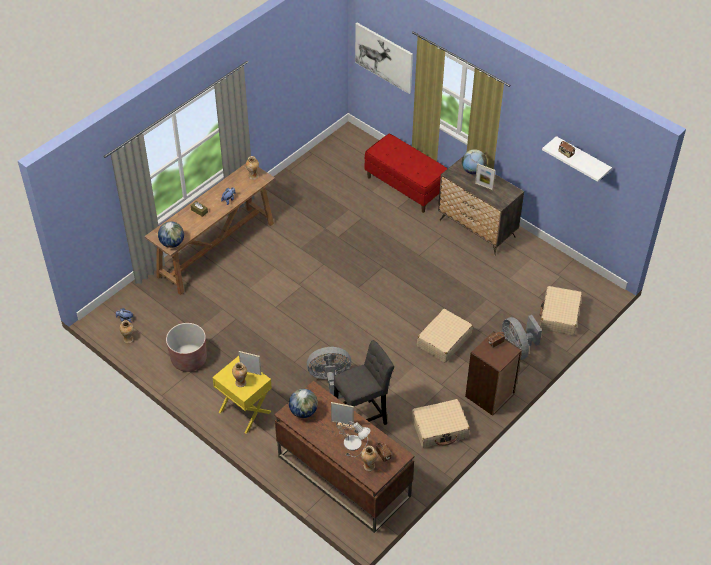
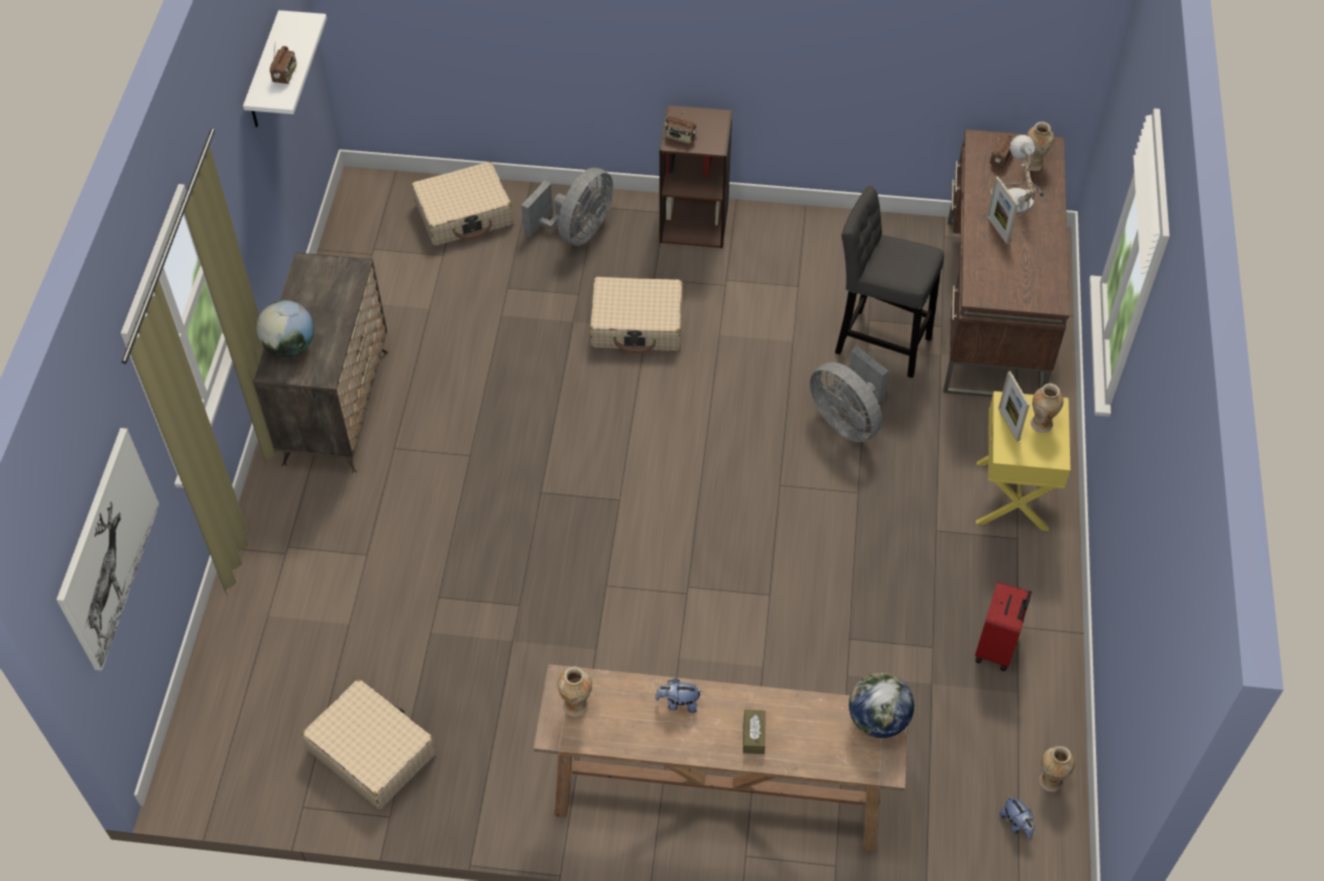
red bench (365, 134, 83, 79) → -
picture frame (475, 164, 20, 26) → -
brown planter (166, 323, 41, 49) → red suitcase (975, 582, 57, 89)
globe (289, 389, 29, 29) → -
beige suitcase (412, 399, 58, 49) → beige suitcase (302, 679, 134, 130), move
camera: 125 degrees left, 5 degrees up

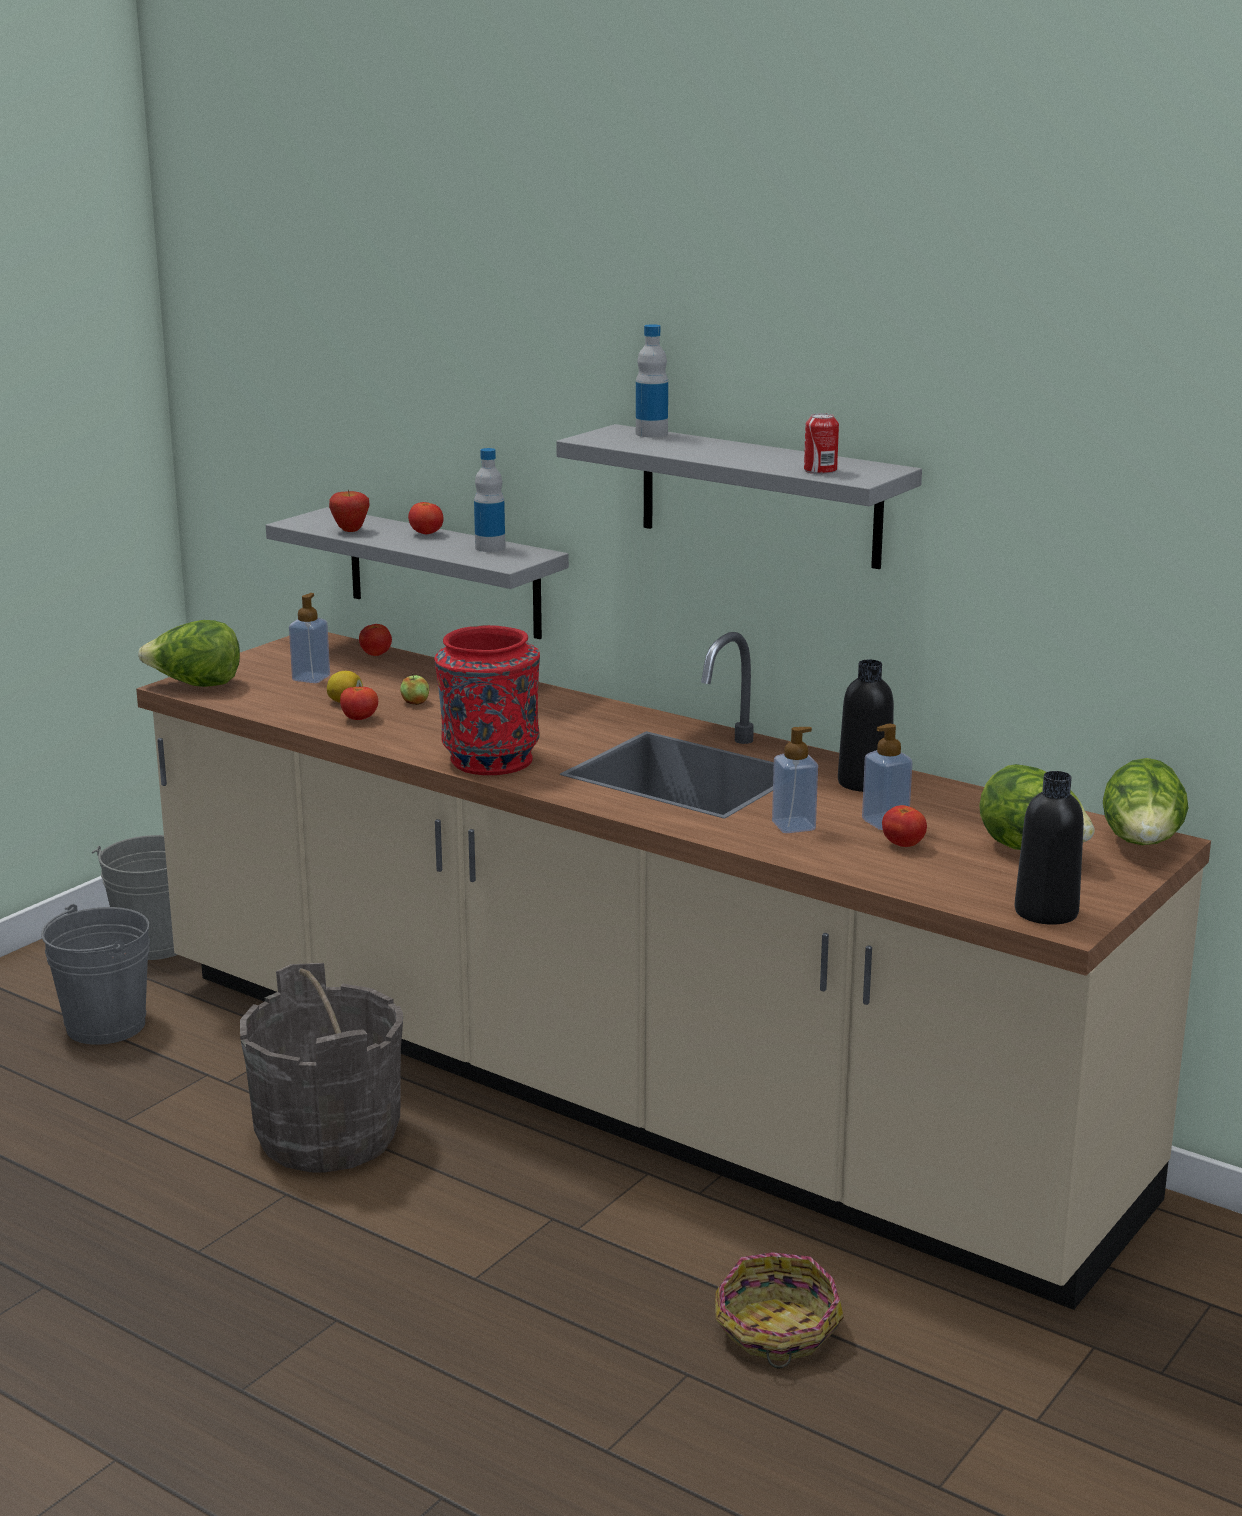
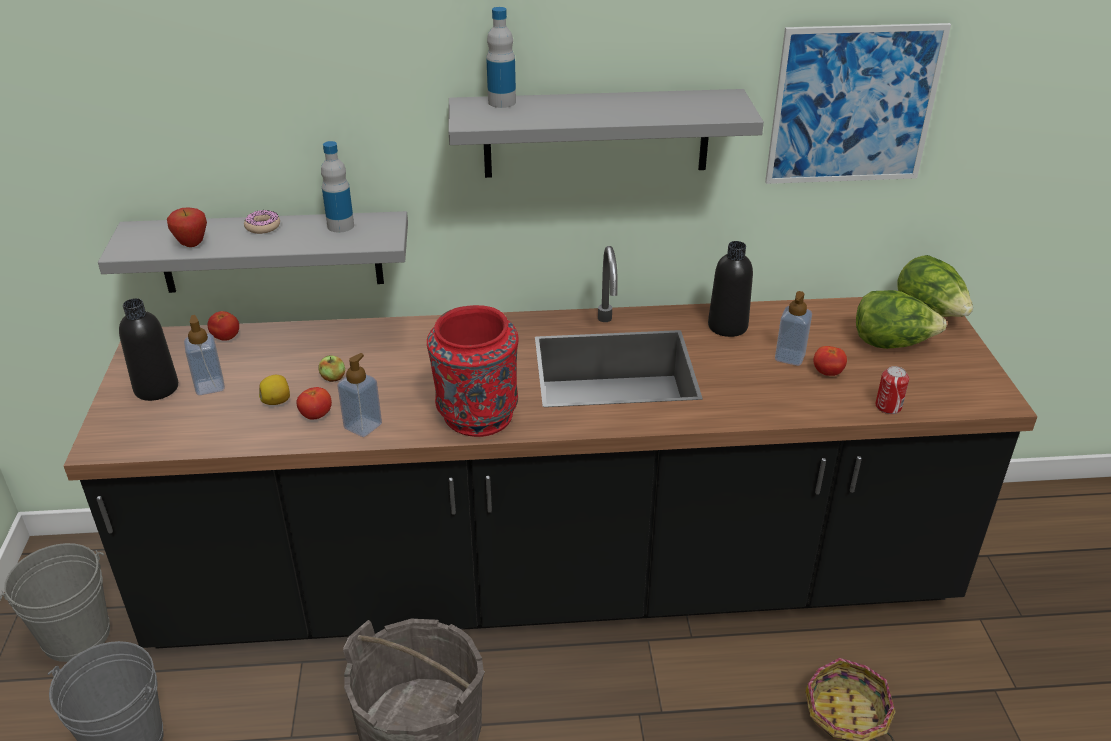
can (804, 413, 35, 61) → can (875, 366, 34, 48), move
tomato (408, 502, 36, 32) → donut (244, 210, 36, 24)
lettuce (138, 620, 102, 67) → -
beige counter (136, 632, 1075, 678) → black counter (64, 246, 974, 403)
soap dispenser (772, 727, 46, 106) → soap dispenser (337, 353, 45, 84), move
black bottle (1015, 771, 69, 154) → black bottle (119, 298, 59, 103), move
- → picture (765, 23, 186, 161)
camera: 40 degrees left, 15 degrees up

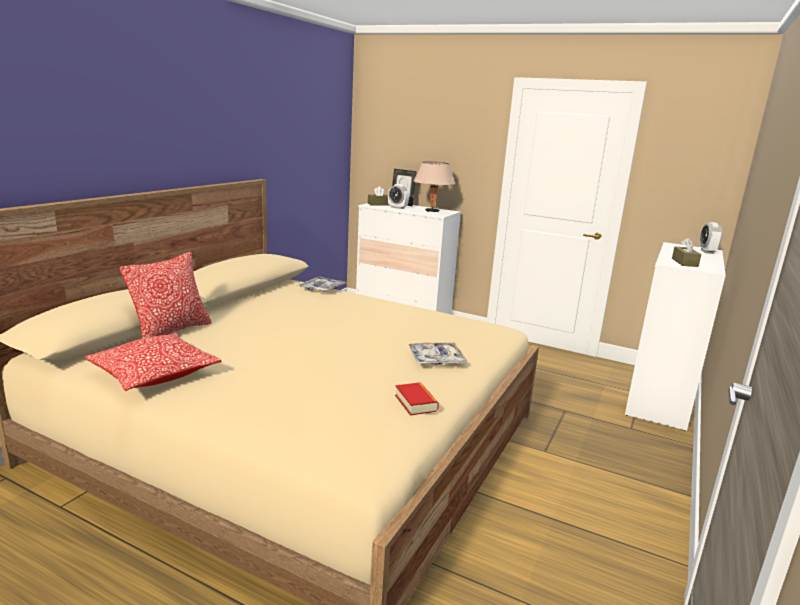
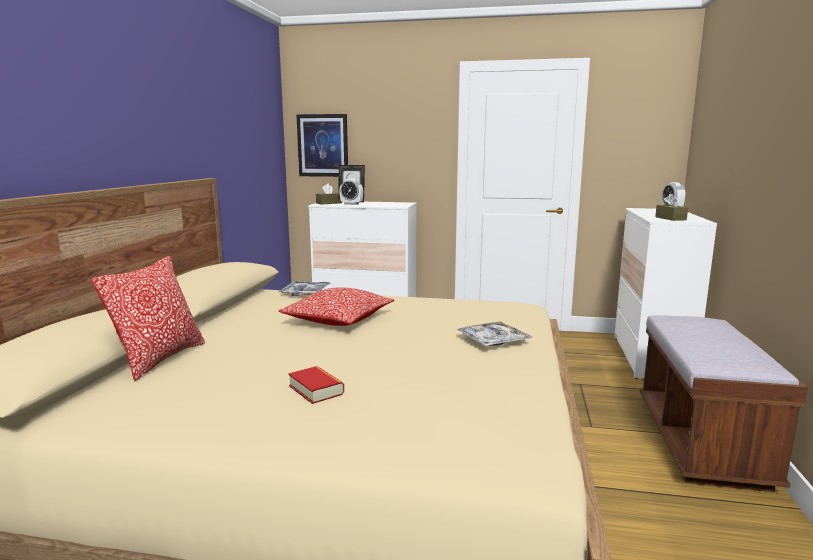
beige table lamp (414, 162, 41, 50) → -
pillow (85, 333, 136, 58) → pillow (278, 288, 116, 38), move
book (395, 382, 44, 34) → book (288, 366, 56, 38), move
- → picture (296, 114, 52, 63)
- → brown bench (640, 315, 168, 177)
camera: 15 degrees left, 5 degrees down

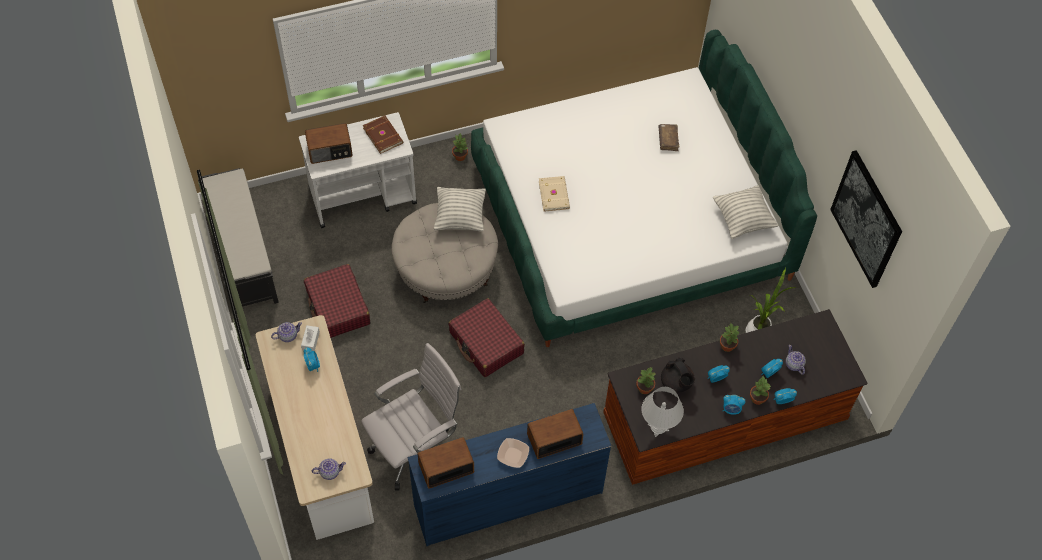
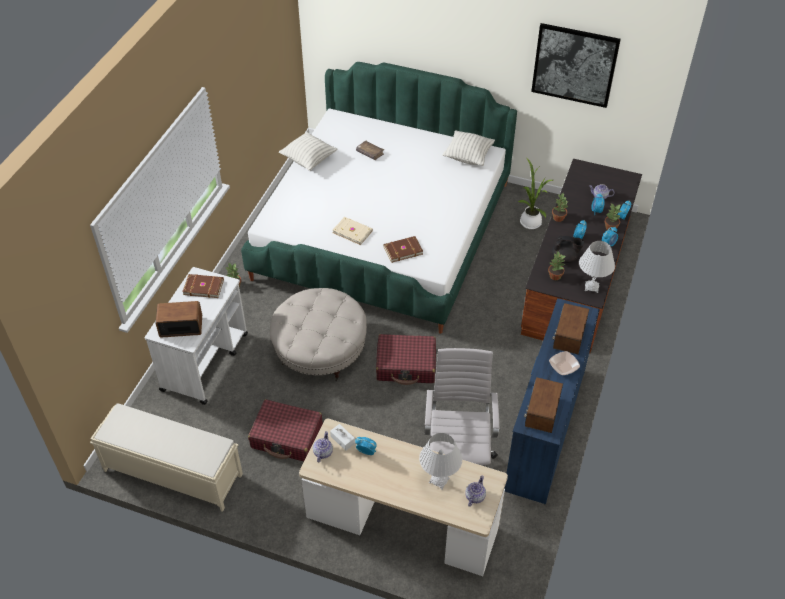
radio (305, 123, 48, 41) → radio (156, 301, 46, 37), 120 degrees counterclockwise
black bench (198, 168, 81, 145) → beige bench (90, 404, 153, 108)
pillow (434, 187, 52, 44) → pillow (279, 132, 58, 39), move
- → brown book (383, 236, 40, 27)
- → white table lamp (419, 433, 43, 57)
camera: 50 degrees left, 10 degrees down

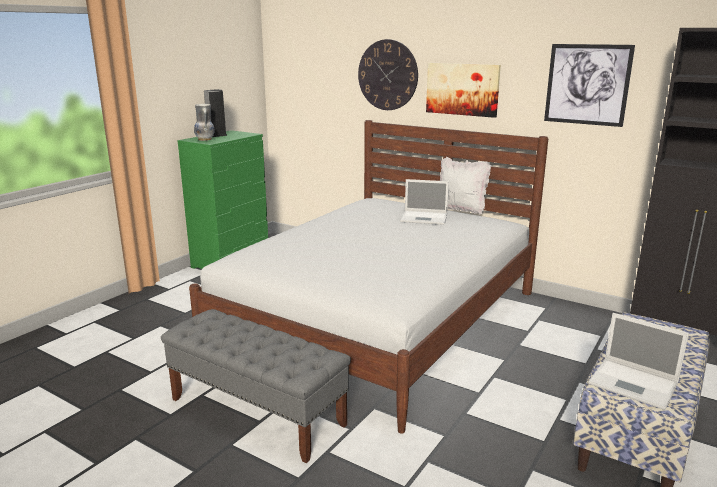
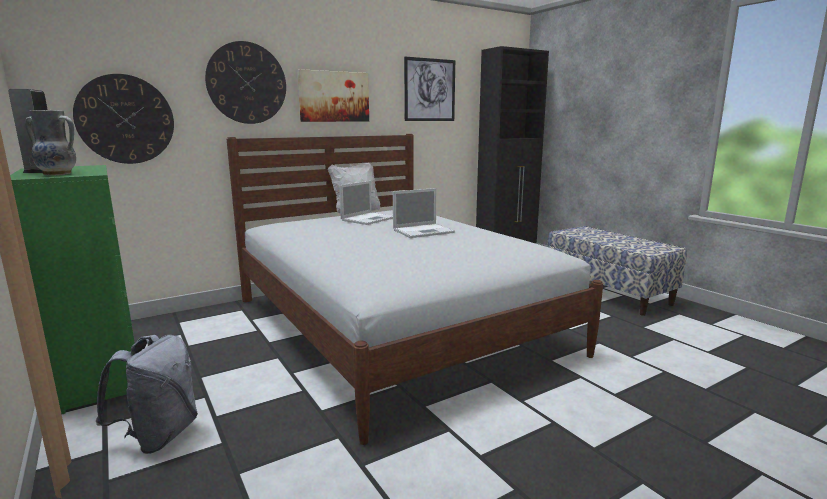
grey bench (161, 309, 190, 155) → -
laptop (588, 313, 101, 97) → laptop (393, 188, 62, 50), move
- → wall clock (73, 74, 101, 90)
- → grey backpack (96, 335, 102, 119)
camera: 65 degrees left, 5 degrees down

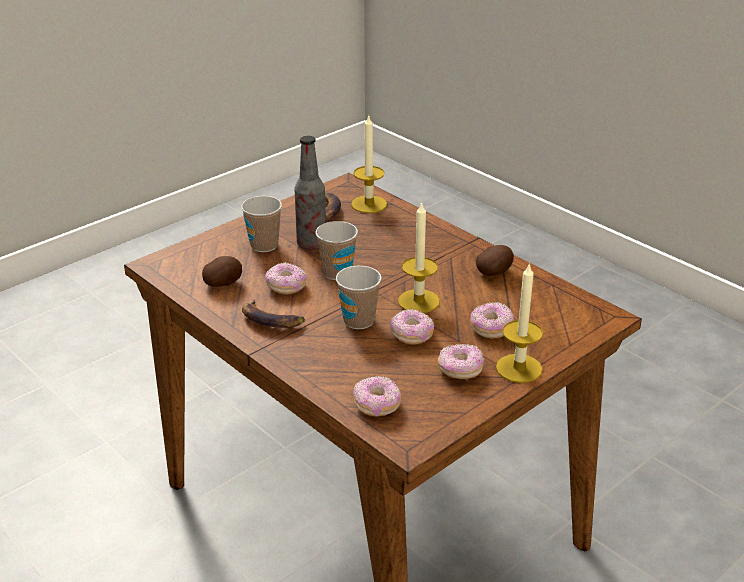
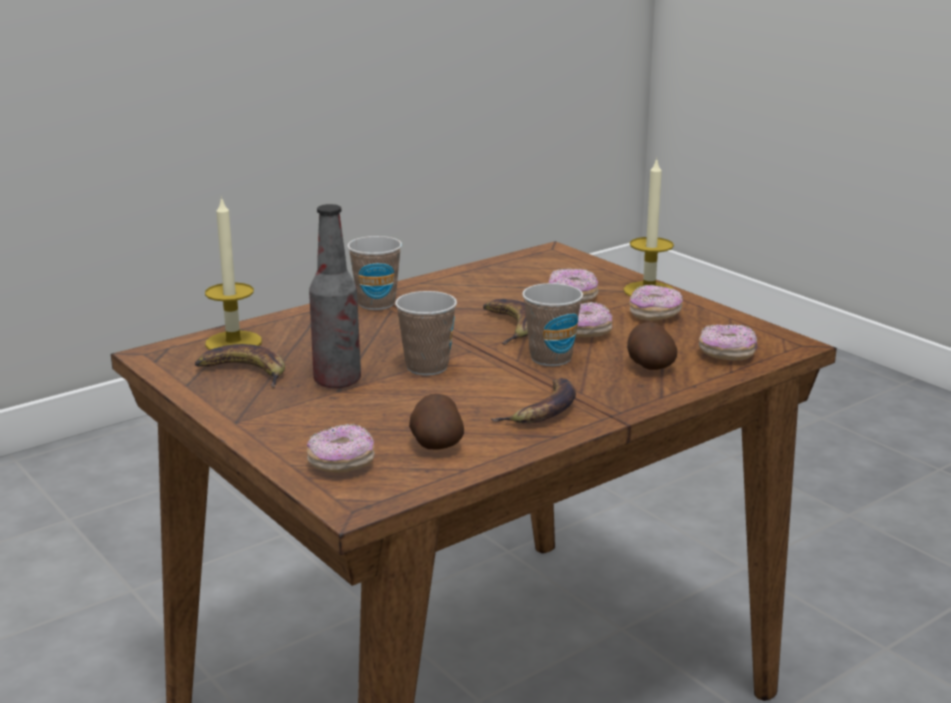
cup (241, 196, 41, 56) → cup (347, 236, 55, 74), move
candle (398, 201, 42, 112) → banana (483, 299, 45, 45)
potato (476, 245, 38, 31) → potato (627, 322, 51, 48), move
donut (265, 262, 42, 33) → donut (307, 423, 68, 50), move
camera: 85 degrees left, 10 degrees down

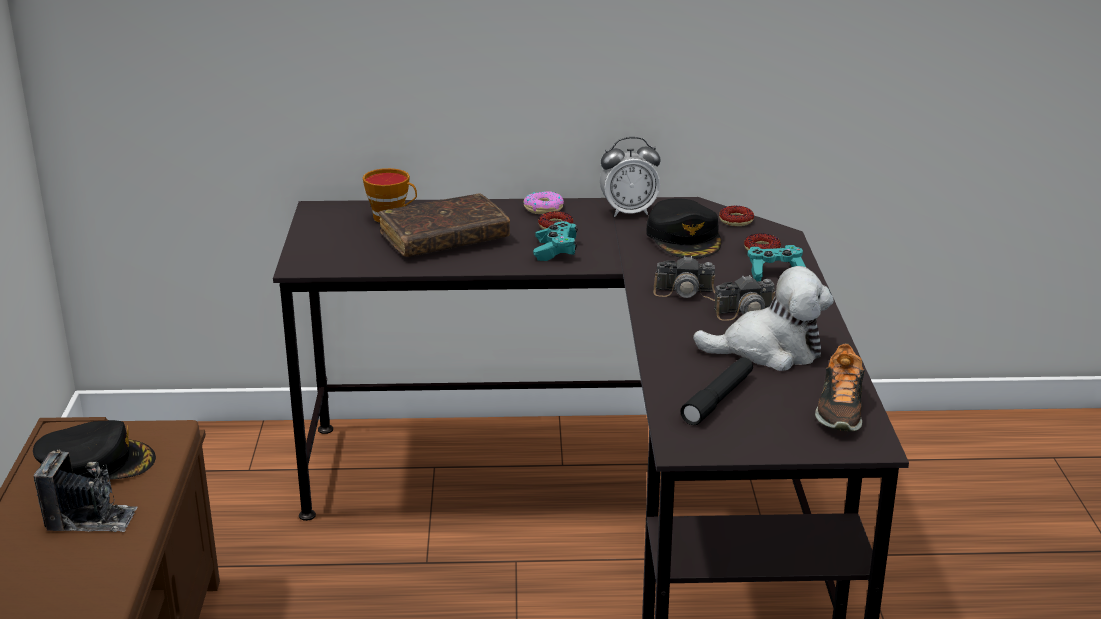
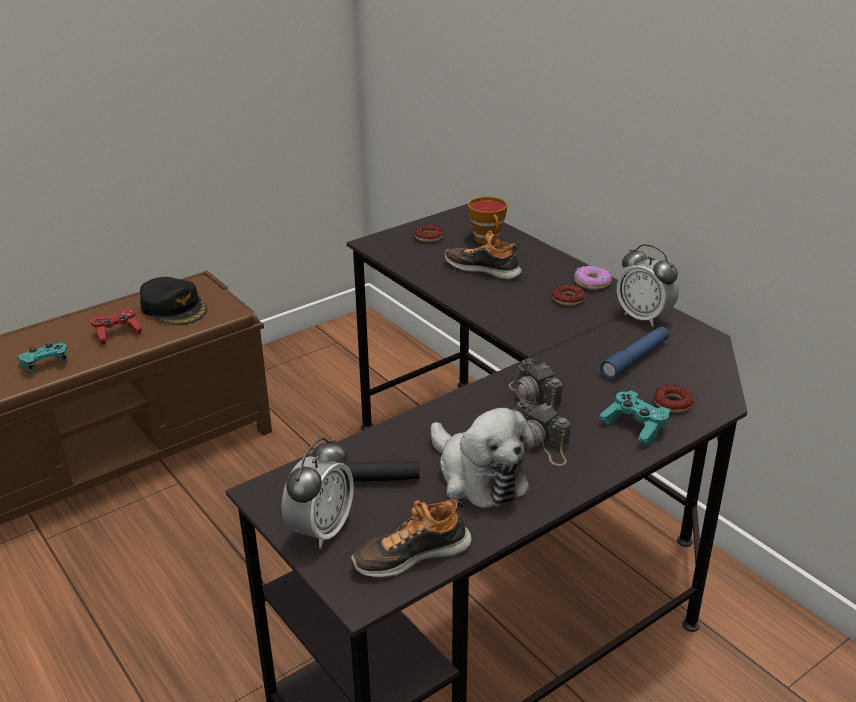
brown book (378, 194, 132, 63) → shoe (445, 231, 77, 49)
black cap (646, 198, 75, 61) → blue flashlight (600, 327, 69, 52)
donut (719, 206, 35, 20) → donut (414, 224, 29, 18), move
turquoise game controller (533, 221, 45, 40) → turquoise game controller (17, 343, 50, 30), move
photo camera (34, 450, 104, 82) → red game controller (91, 308, 51, 36)
- → alarm clock (281, 437, 73, 112)
camera: 55 degrees right, 5 degrees up

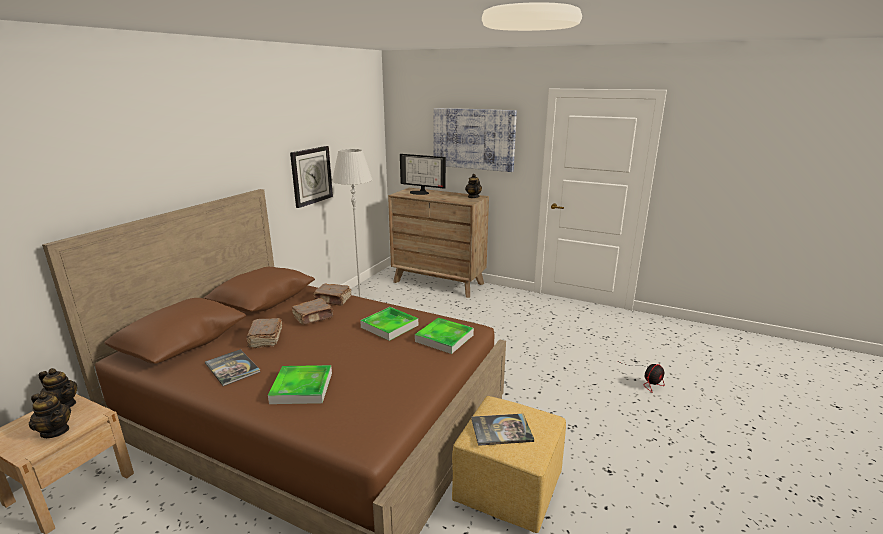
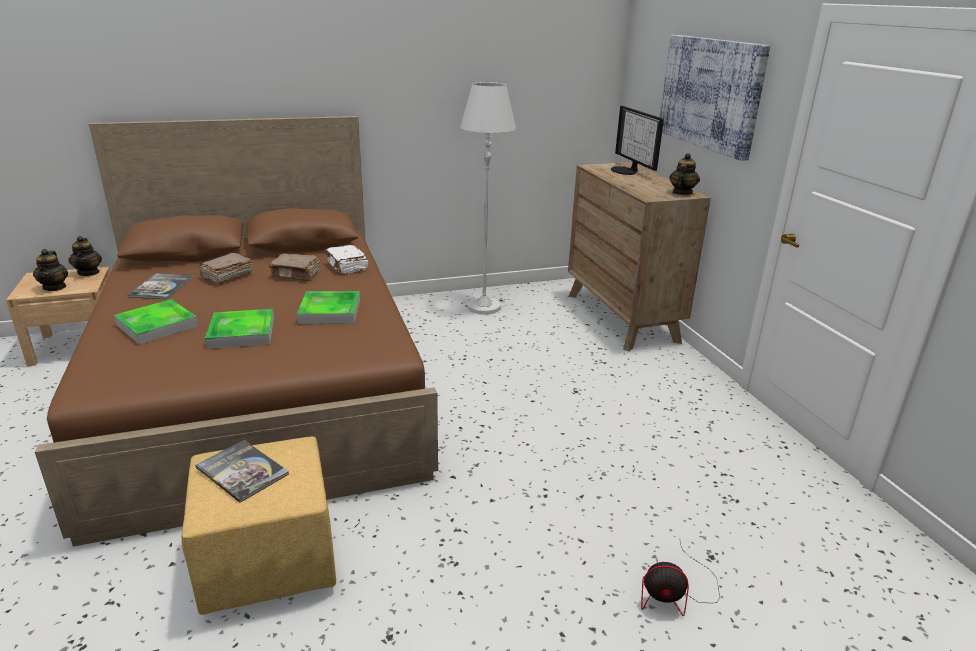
wall clock (290, 146, 43, 62) → -
brown book (313, 284, 38, 22) → white book (325, 245, 43, 30)
tray (415, 318, 59, 36) → tray (205, 309, 69, 40), move
camera: 45 degrees right, 5 degrees up

